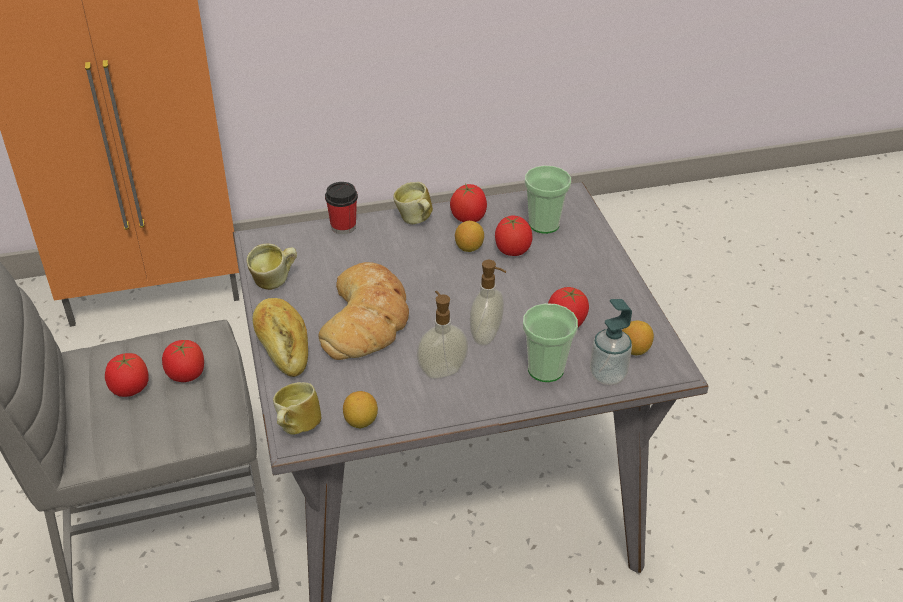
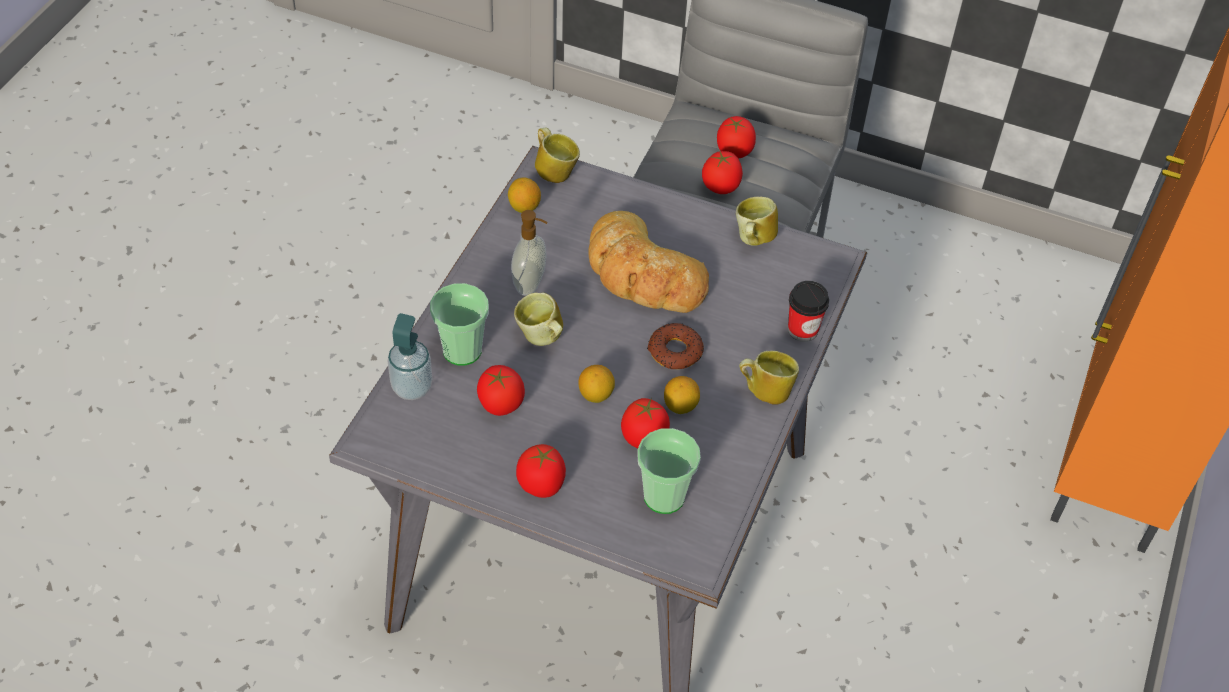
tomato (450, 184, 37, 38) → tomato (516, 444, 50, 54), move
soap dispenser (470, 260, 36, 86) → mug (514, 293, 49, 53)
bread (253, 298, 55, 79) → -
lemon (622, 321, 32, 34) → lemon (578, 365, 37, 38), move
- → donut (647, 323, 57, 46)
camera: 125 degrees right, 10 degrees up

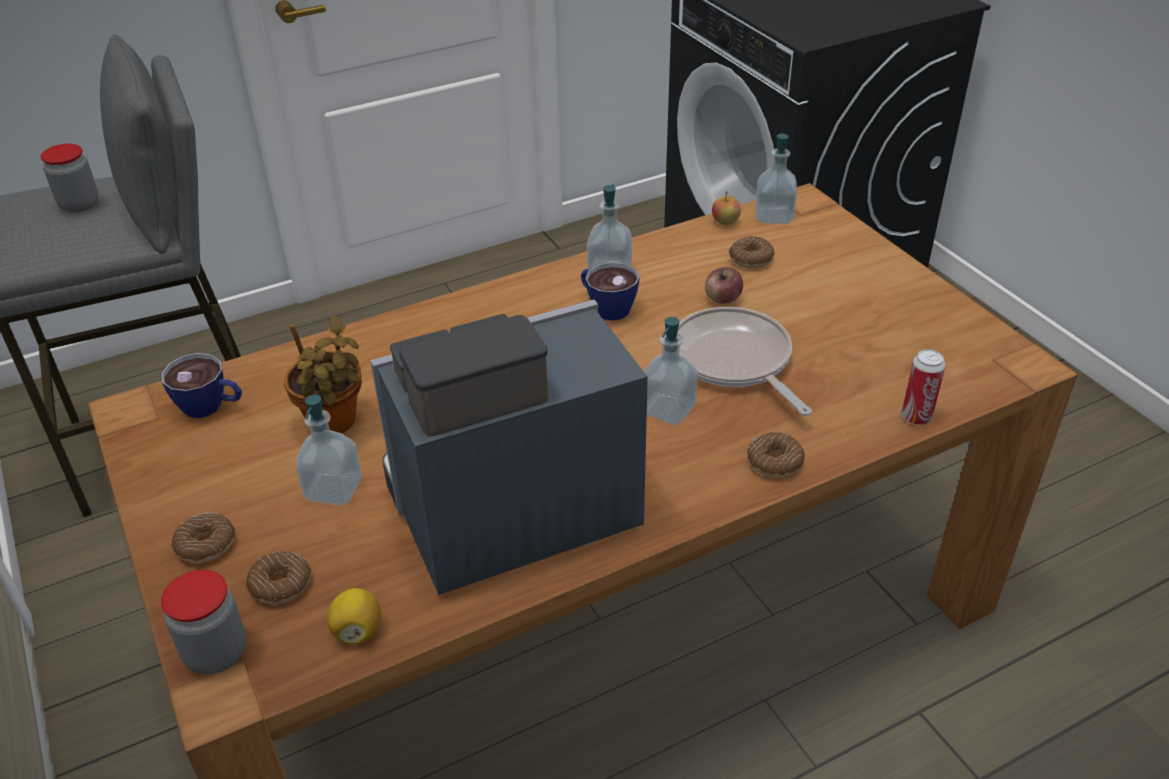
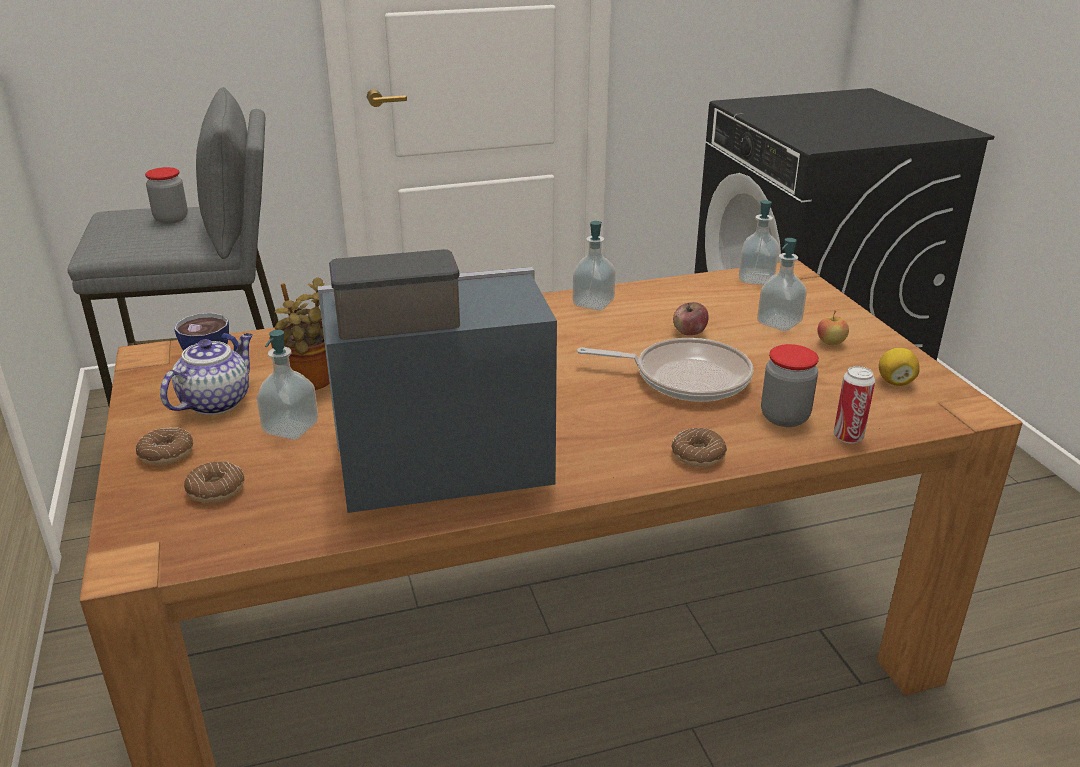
apple (712, 191, 29, 34) → apple (817, 311, 32, 34), move
donut (729, 236, 46, 32) → -
cup (581, 262, 59, 59) → -
frying pan (677, 307, 135, 109) → frying pan (577, 338, 176, 64), 120 degrees clockwise
soap dispenser (644, 317, 54, 108) → soap dispenser (757, 238, 50, 93), move
jar (161, 570, 85, 104) → jar (761, 344, 58, 83), move
lemon (327, 588, 54, 56) → lemon (879, 348, 41, 38), move
- → teapot (160, 333, 93, 82)
camera: 10 degrees right, 10 degrees down

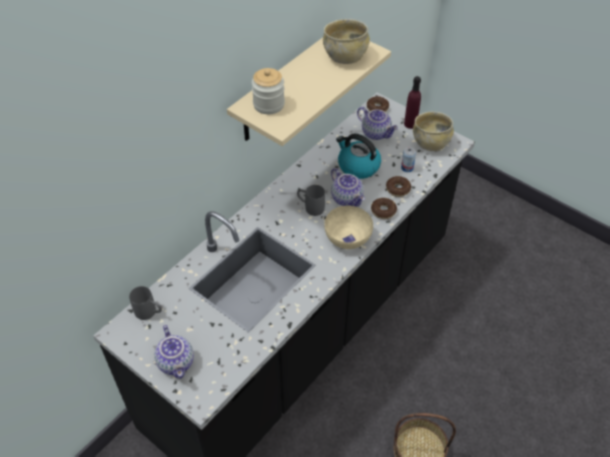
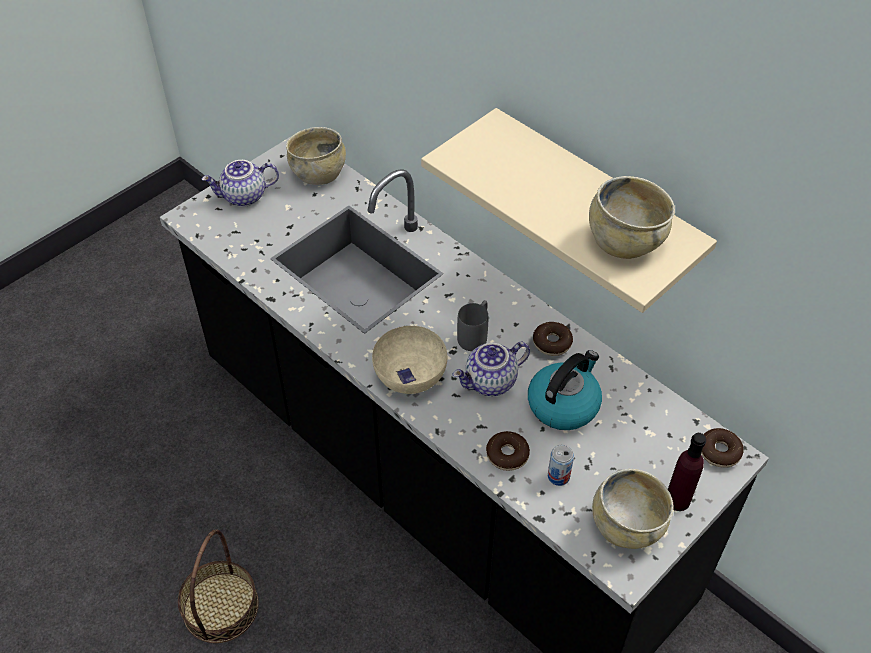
jar (252, 68, 33, 46) → -
teapot (357, 107, 41, 33) → -
donut (371, 198, 26, 21) → donut (533, 322, 40, 34), move
grey mug (129, 286, 33, 34) → beige bowl (286, 127, 60, 58)
camera: 95 degrees right, 0 degrees up

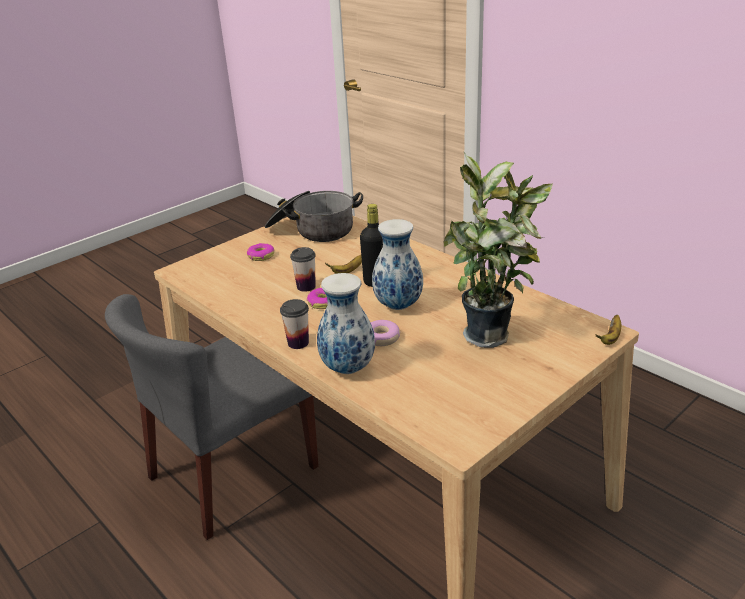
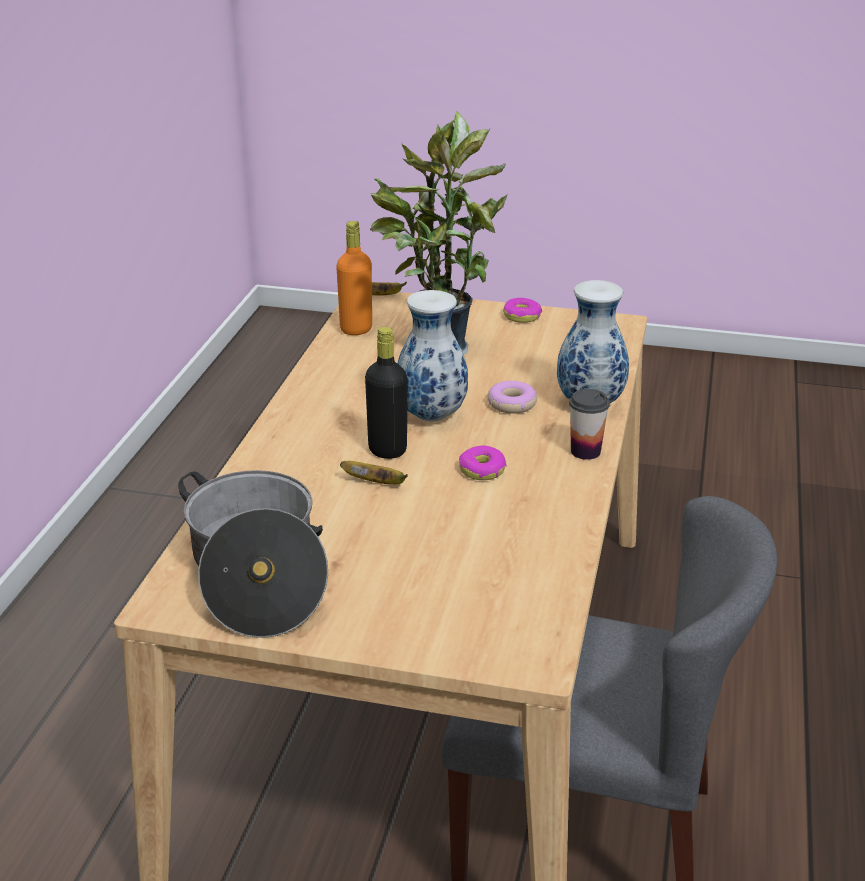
donut (247, 243, 27, 18) → donut (503, 298, 39, 25), move
cup (290, 247, 26, 45) → -
- → orange bottle (336, 221, 36, 114)
camera: 125 degrees left, 0 degrees up

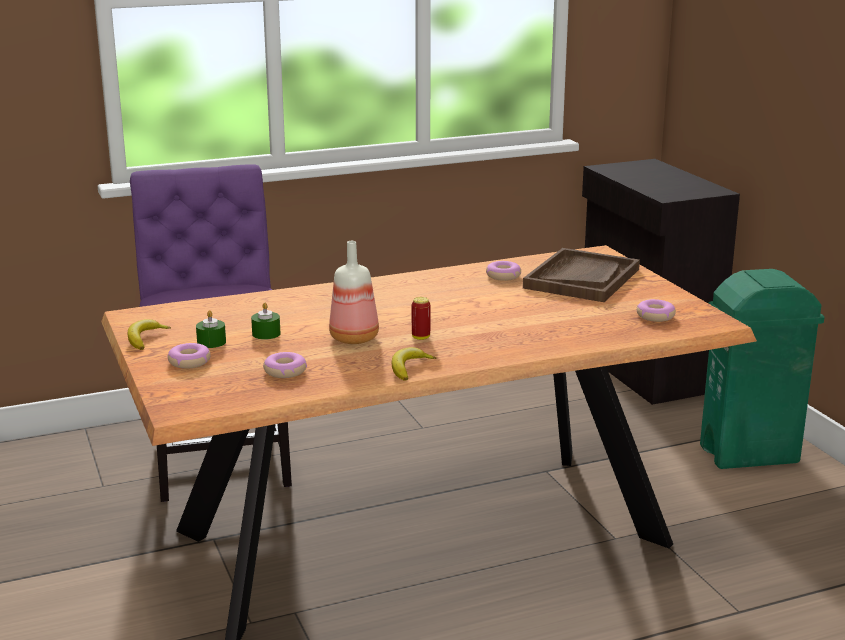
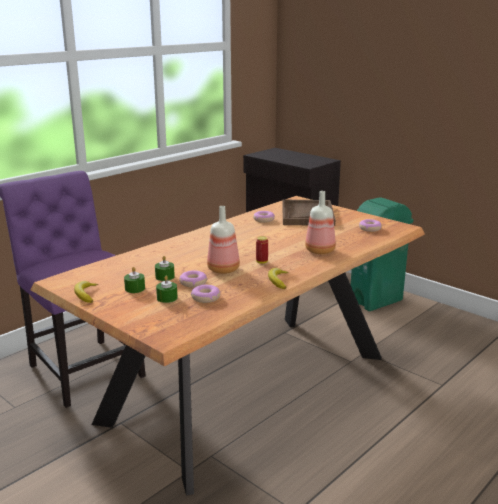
donut (167, 343, 44, 26) → donut (179, 270, 29, 17), move
- → bottle (305, 191, 31, 63)
- → green candle (156, 276, 22, 27)
camera: 25 degrees left, 0 degrees up

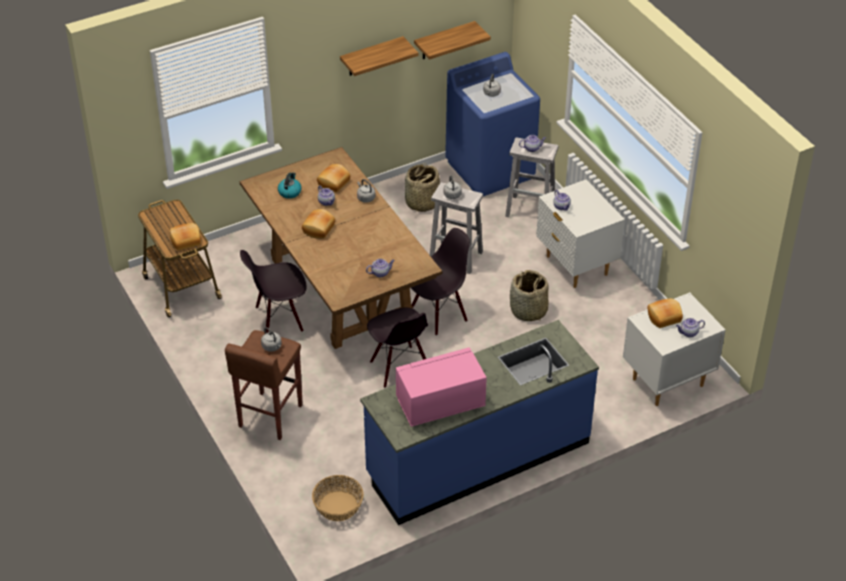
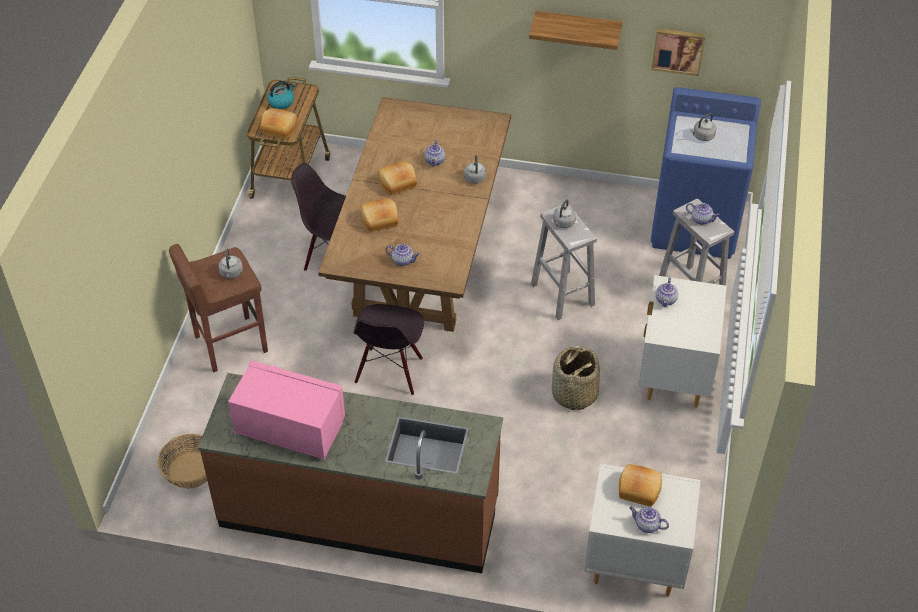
shelf (414, 21, 77, 39) → picture (652, 28, 54, 48)
basket (405, 163, 35, 49) → -
bread (317, 164, 33, 28) → bread (361, 199, 37, 33), move
kettle (278, 173, 24, 26) → kettle (267, 81, 29, 28), move
black chair (411, 228, 59, 108) → -
blue counter (360, 320, 239, 205) → brown counter (198, 373, 305, 200)
camera: 40 degrees right, 5 degrees up

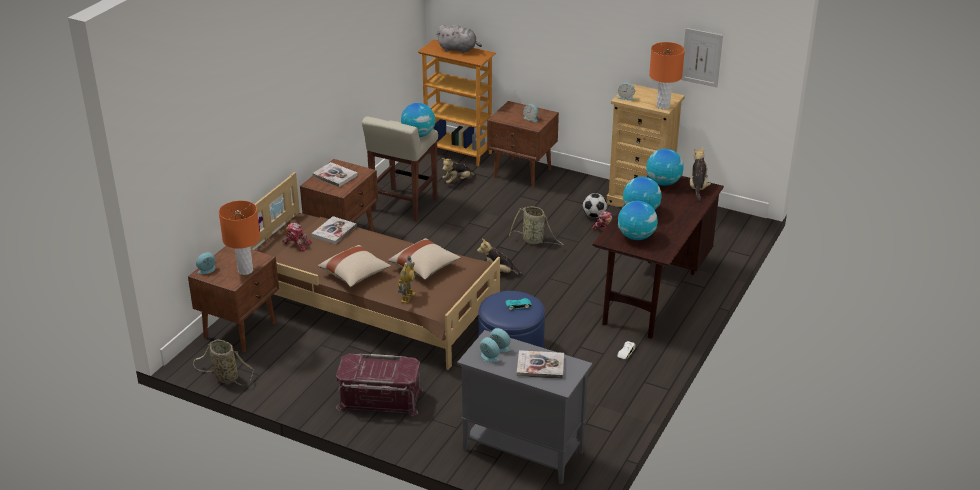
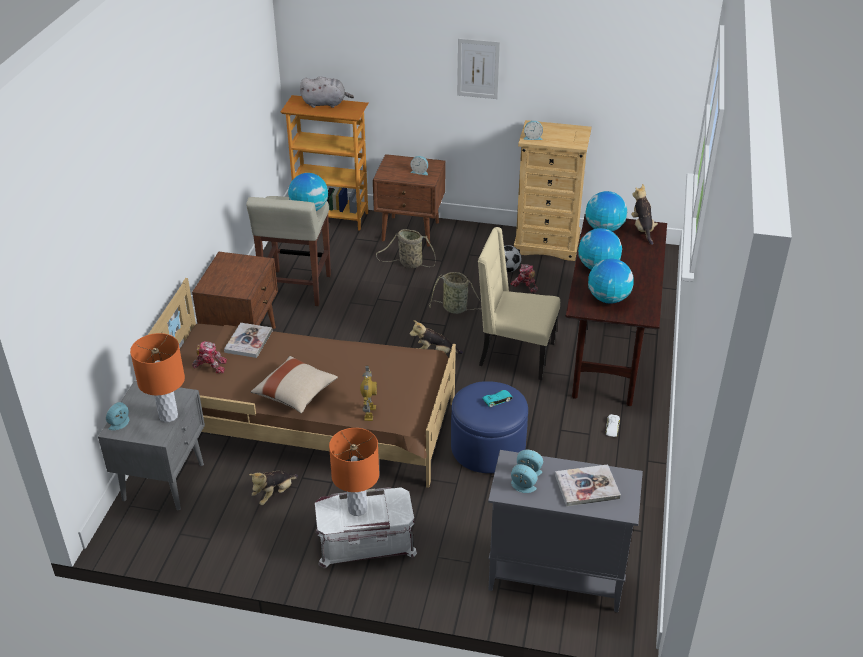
picture (681, 28, 42, 59) → picture (457, 38, 43, 61), move
orange table lamp (649, 42, 36, 68) → orange table lamp (329, 428, 50, 88), move
plush toy (442, 158, 34, 26) → plush toy (249, 471, 49, 34), move
book (312, 162, 46, 25) → -
beige pillow (388, 238, 73, 42) → -
brown nightstand (188, 246, 91, 106) → grey nightstand (98, 381, 107, 129)
basket (193, 340, 61, 45) → basket (376, 229, 60, 39), move
red storage box (336, 354, 87, 62) → white storage box (315, 487, 102, 81)
- → beige chair (478, 227, 82, 153)
camera: 15 degrees left, 5 degrees up

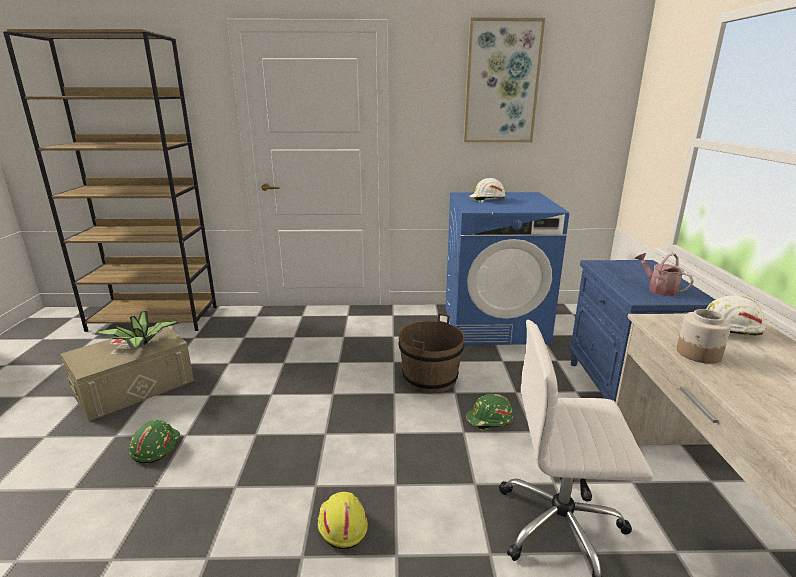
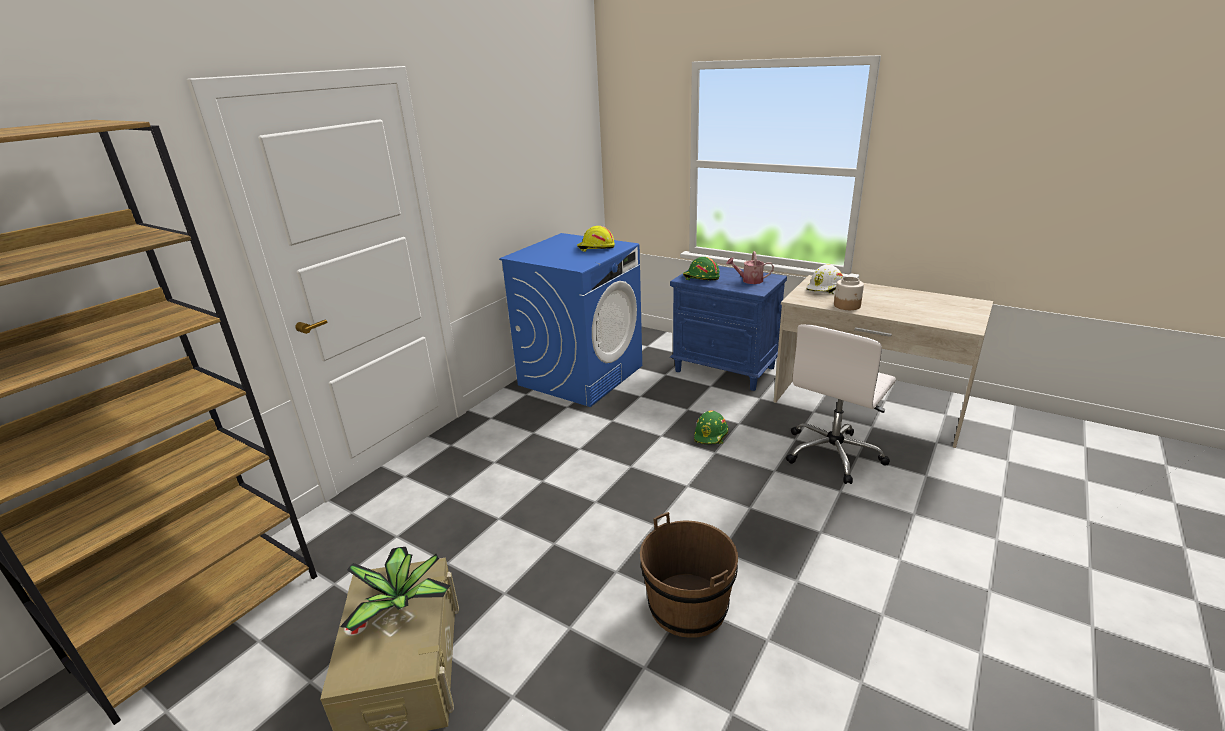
picture (463, 18, 82, 124) → -
white hard hat (468, 178, 38, 25) → -
brown bucket (398, 313, 67, 80) → brown bucket (640, 512, 98, 126), move
green hard hat (129, 420, 51, 43) → green hard hat (683, 257, 37, 23), move
yellow hard hat (317, 492, 51, 57) → yellow hard hat (577, 226, 38, 26), move
camera: 55 degrees left, 5 degrees up

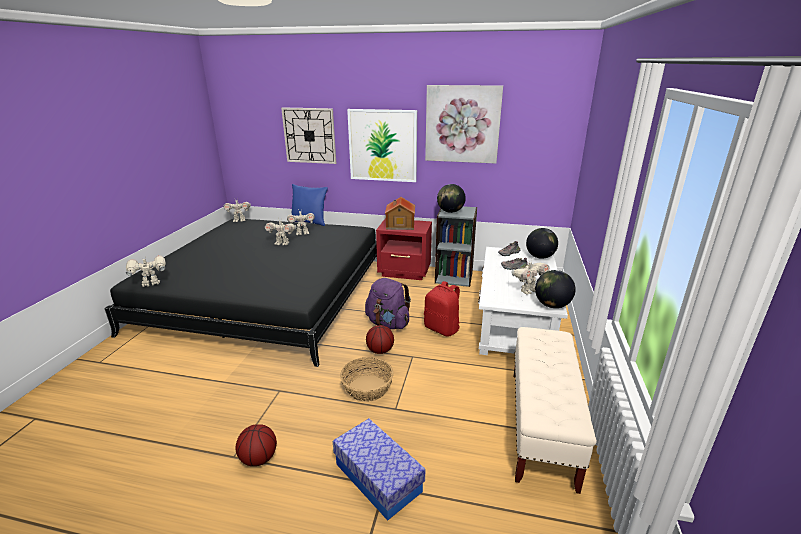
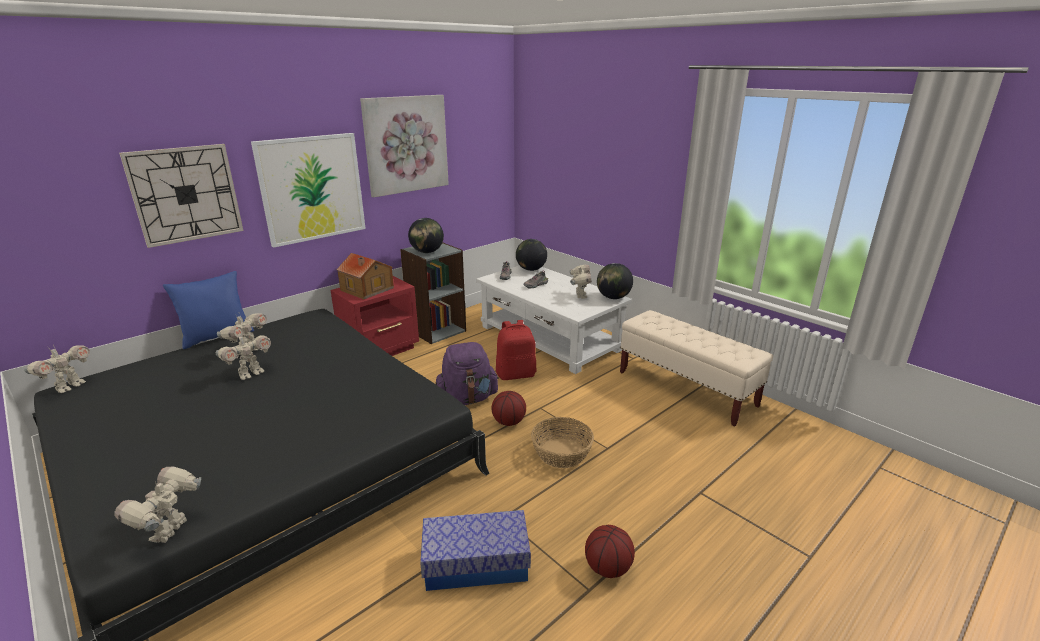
storage box (333, 419, 93, 102) → storage box (420, 510, 111, 81), move
camera: 55 degrees left, 0 degrees up

